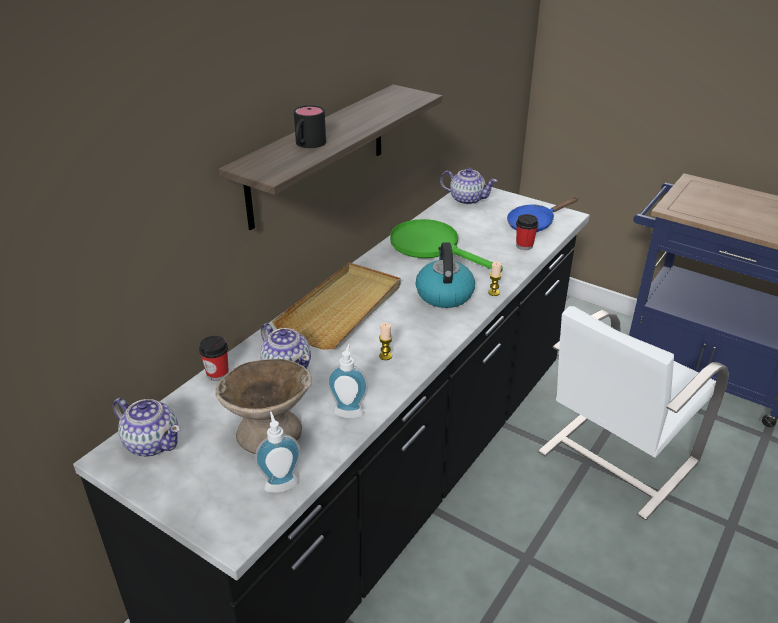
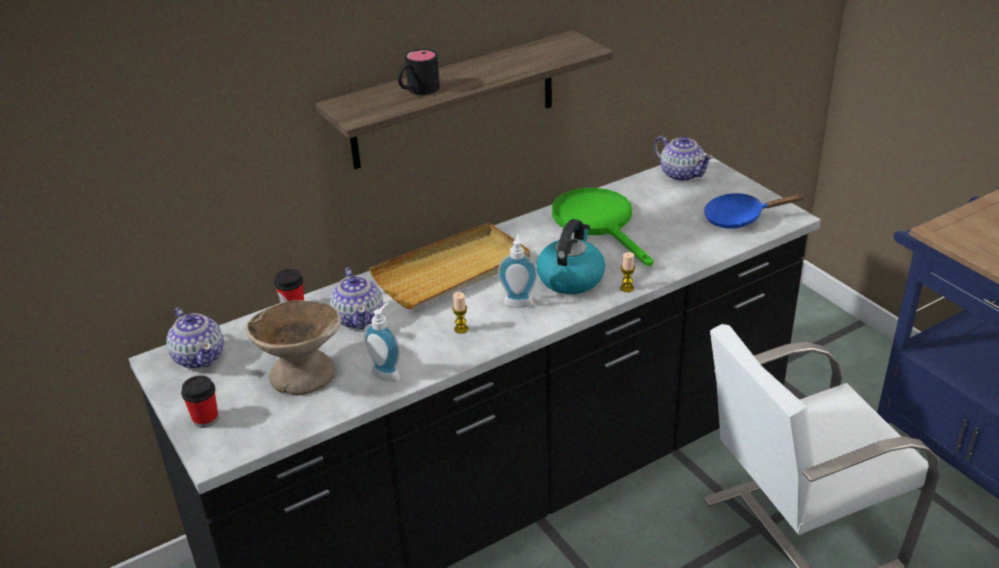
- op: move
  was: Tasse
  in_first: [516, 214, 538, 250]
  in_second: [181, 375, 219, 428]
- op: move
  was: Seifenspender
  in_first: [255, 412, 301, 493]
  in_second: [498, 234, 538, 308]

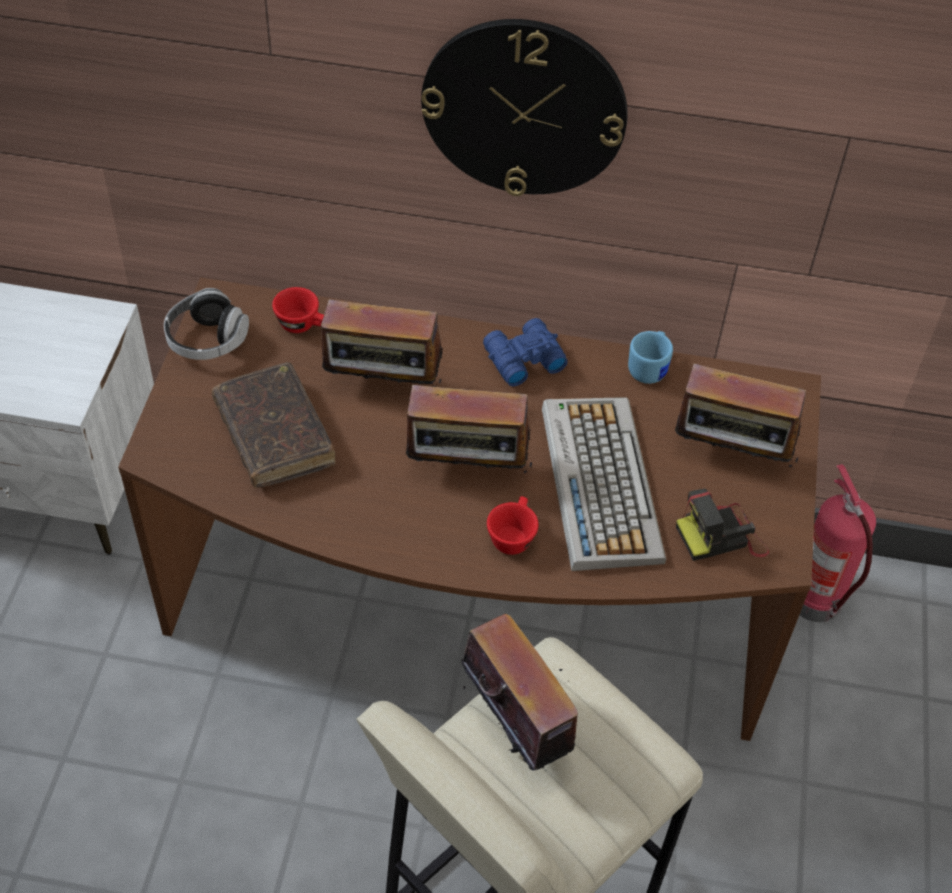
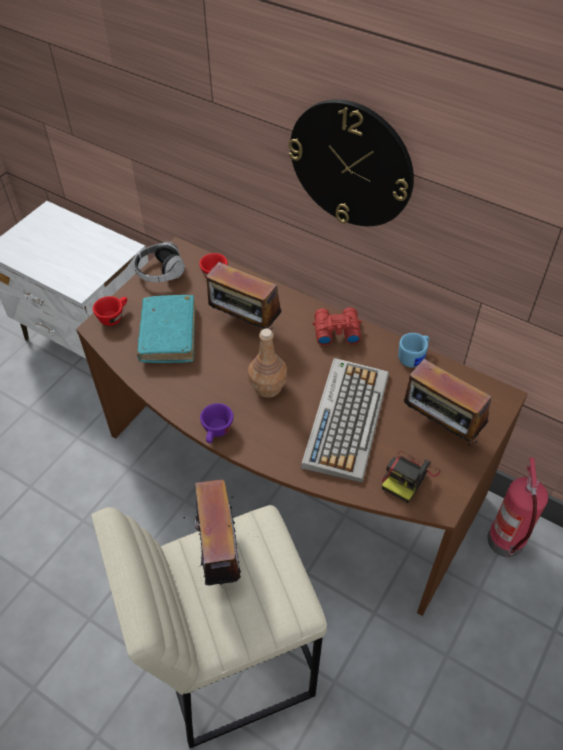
- op: recolor
  was: Fernglas (blau)
  now: Fernglas (rot)
  in_first: [483, 318, 568, 386]
  in_second: [312, 307, 362, 346]
- op: recolor
  was: Buch (braun)
  now: Buch (türkis)
  in_first: [212, 362, 336, 488]
  in_second: [137, 295, 195, 363]
- op: replace
  was: Radio
  now: Flasche (braun)
  in_first: [401, 385, 533, 487]
  in_second: [248, 328, 287, 398]
- op: rotate
  was: Kamera
  in_first: [676, 489, 769, 561]
  in_second: [382, 451, 440, 503]
  clockwise: -60
- op: move
  was: Tasse (rot)
  in_first: [487, 496, 539, 555]
  in_second: [93, 296, 127, 326]
- op: insert
  now: Tasse (lila)
  in_second: [200, 403, 234, 443]

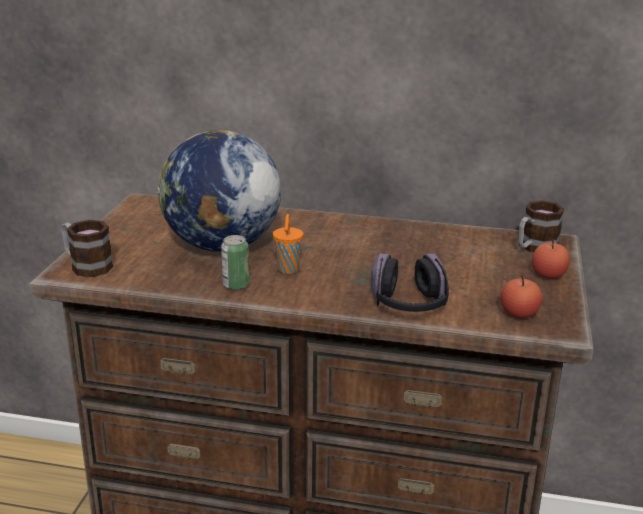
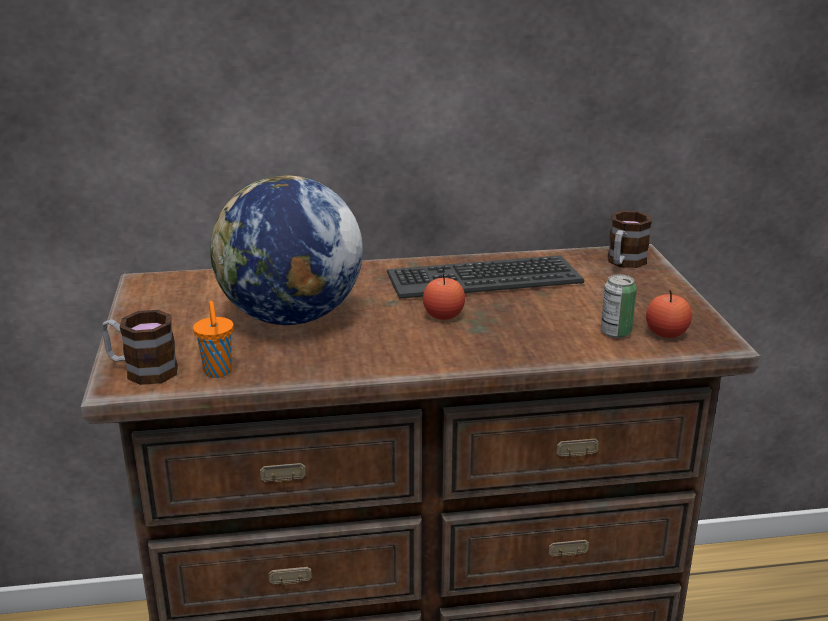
- op: move
  was: Tasse (orange)
  in_first: [273, 214, 303, 274]
  in_second: [193, 301, 234, 378]
- op: move
  was: Dose
  in_first: [221, 235, 250, 290]
  in_second: [601, 274, 637, 338]
- op: move
  was: Apfel
  in_first: [532, 239, 570, 279]
  in_second: [423, 274, 465, 320]
- op: delete
  was: Kopfhörer
  in_first: [371, 253, 449, 312]
- op: insert
  now: Tastatur
  in_second: [387, 255, 584, 299]

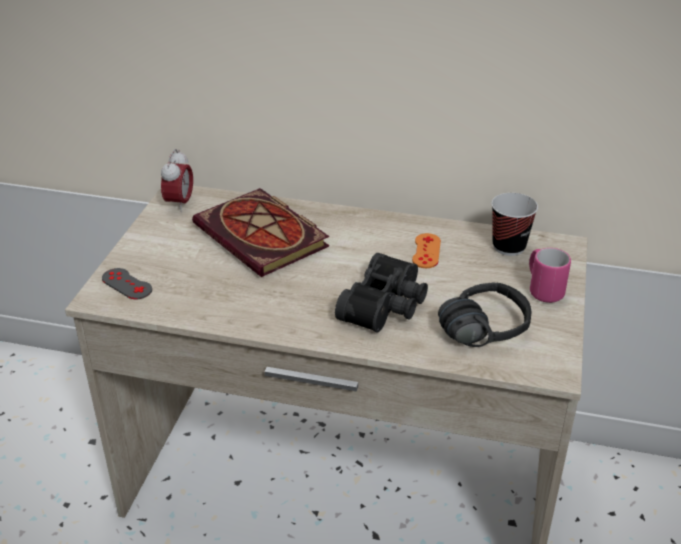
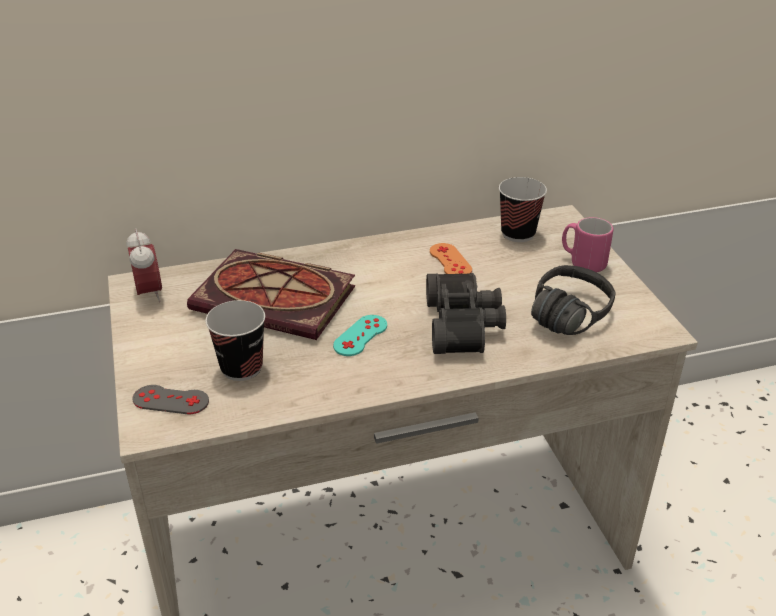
- op: insert
  now: Tasse
  in_second: [205, 300, 265, 381]
- op: insert
  now: Gamepad (türkis)
  in_second: [333, 315, 387, 356]

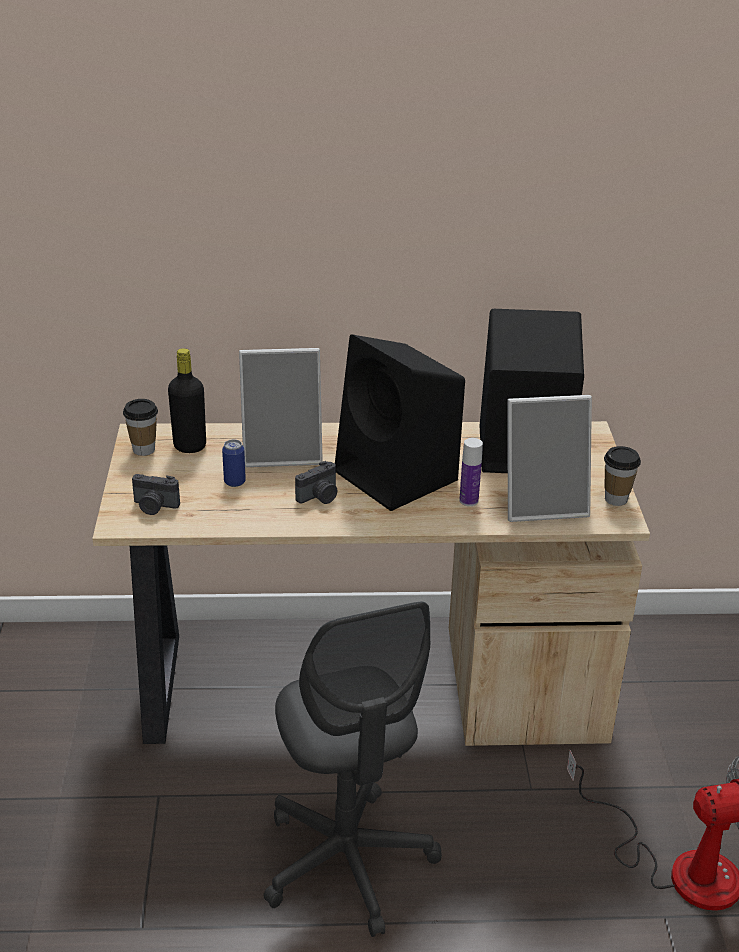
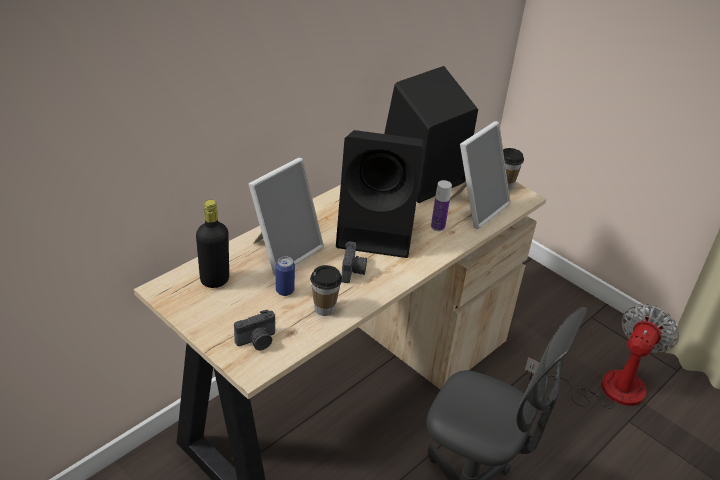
- op: move
  was: Tasse
  in_first: [123, 399, 158, 456]
  in_second: [310, 265, 342, 316]

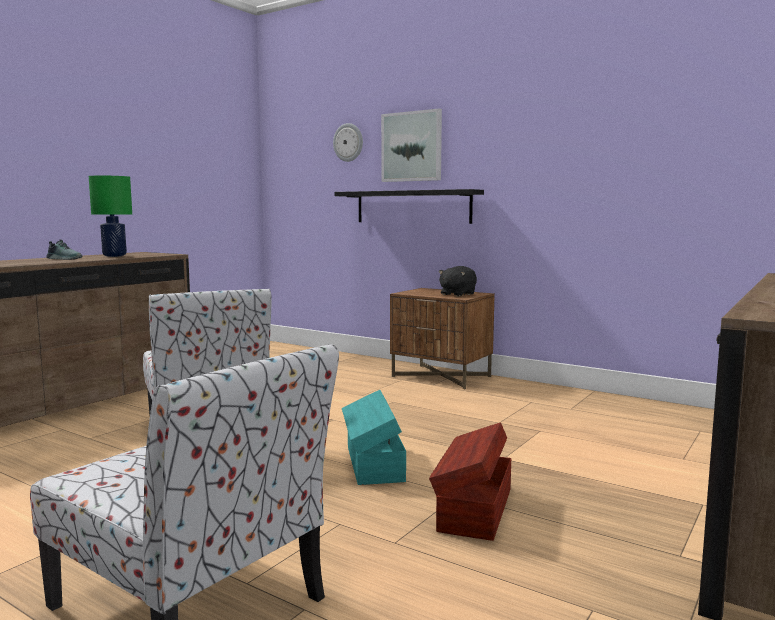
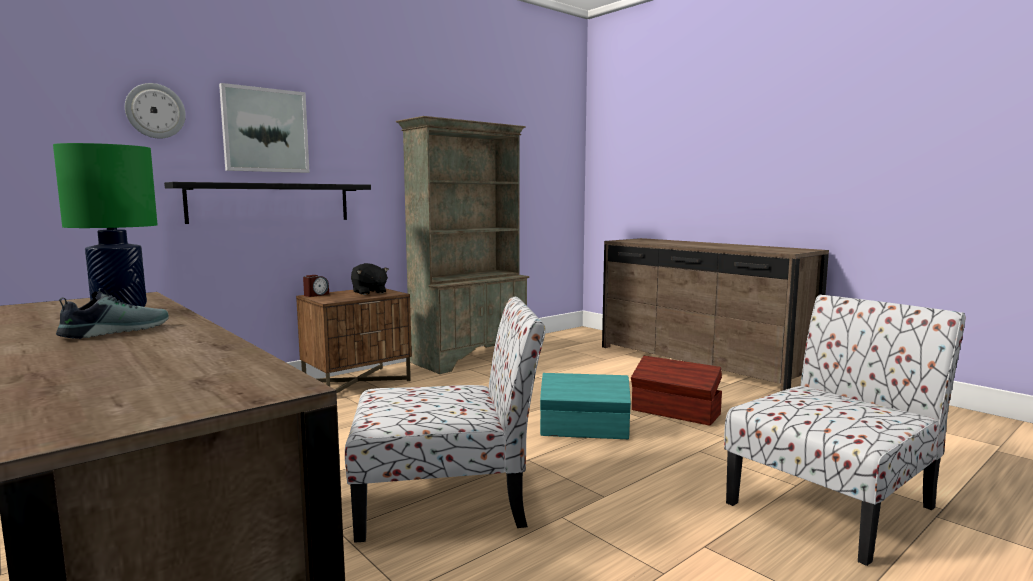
- op: insert
  now: Bücherregal (grün)
  in_second: [396, 116, 529, 374]
- op: insert
  now: Wecker
  in_second: [303, 275, 329, 297]

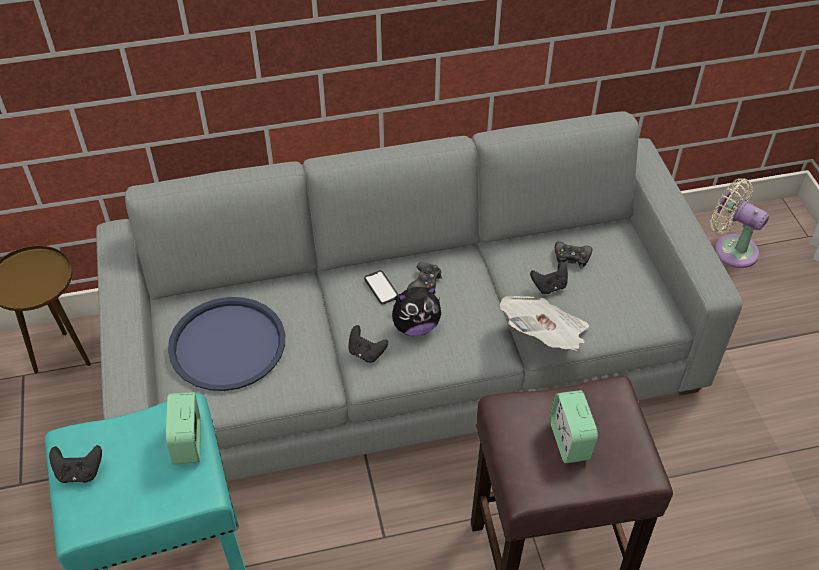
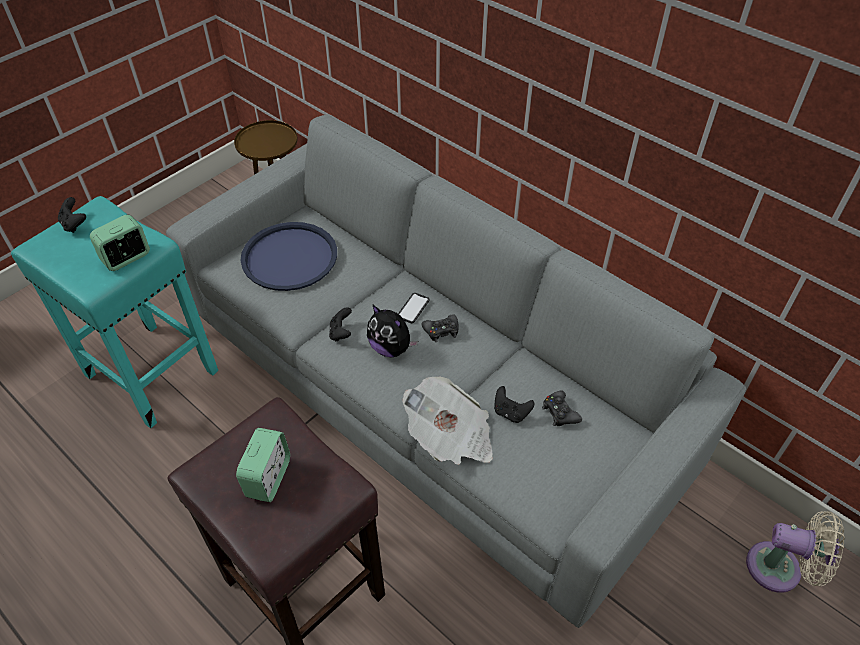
- op: rotate
  was: Ventilator (beige)
  in_first: [710, 178, 769, 268]
  in_second: [746, 511, 845, 593]
  clockwise: 105
- op: rotate
  was: Wecker
  in_first: [550, 390, 598, 463]
  in_second: [236, 428, 290, 502]
  clockwise: 150

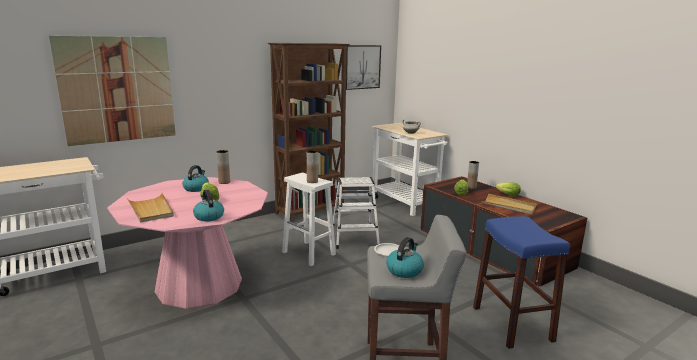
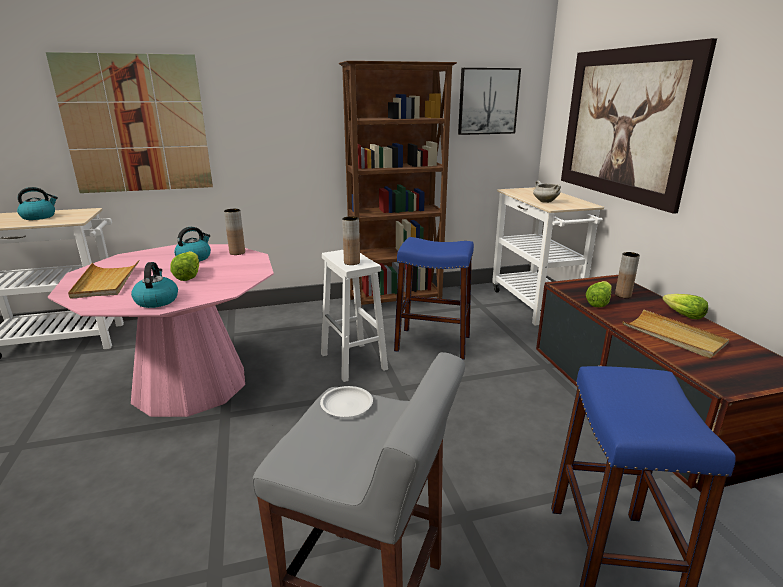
- op: replace
  was: Trittleiter (weiß)
  now: Hocker (blau)
  in_first: [333, 177, 380, 249]
  in_second: [394, 237, 474, 360]
- op: move
  was: Wasserkessel
  in_first: [386, 237, 424, 278]
  in_second: [17, 187, 58, 220]
- op: insert
  now: Bild
  in_second: [561, 38, 717, 214]

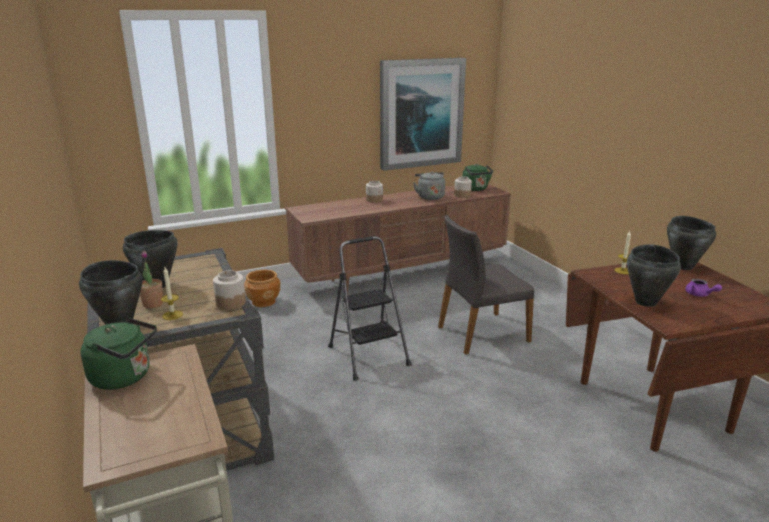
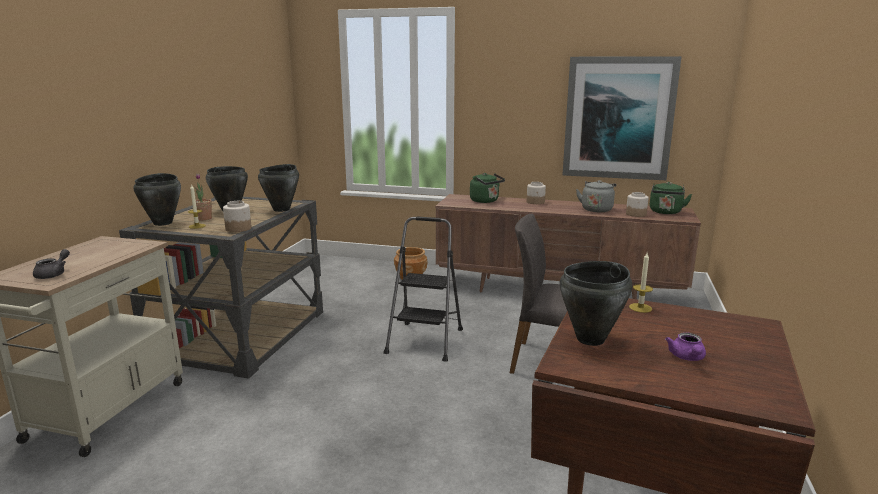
- op: move
  was: Kochtopf (schwarz)
  in_first: [667, 216, 716, 270]
  in_second: [258, 164, 299, 212]
- op: move
  was: Wasserkessel (grün)
  in_first: [81, 317, 157, 390]
  in_second: [470, 173, 505, 203]
- op: insert
  now: Teekanne (grau)
  in_second: [33, 249, 70, 279]

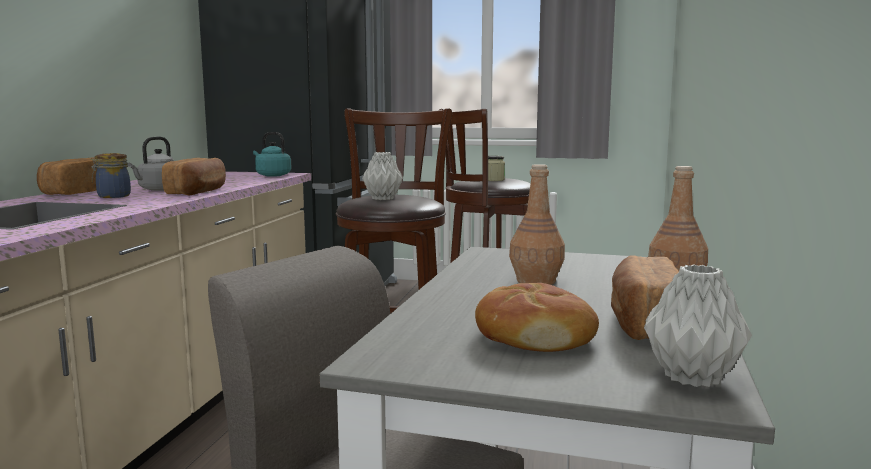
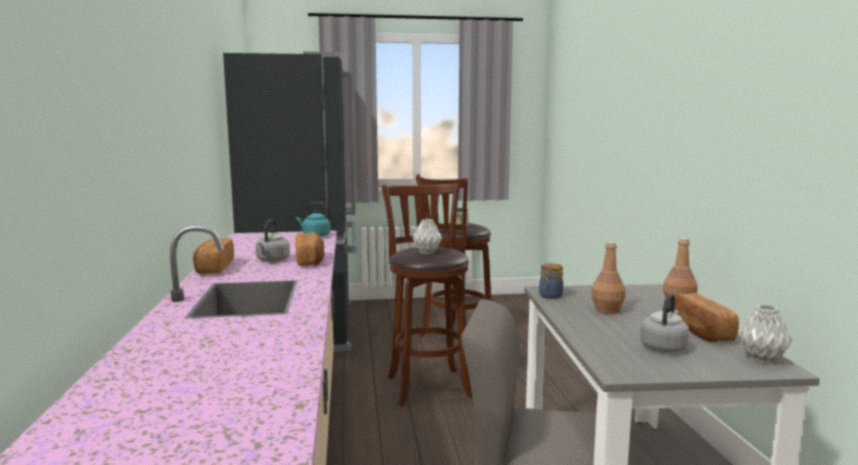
- op: move
  was: Vorratsglas
  in_first: [90, 153, 131, 198]
  in_second: [539, 263, 563, 299]
- op: replace
  was: Brot
  now: Wasserkessel (grau)
  in_first: [475, 283, 599, 352]
  in_second: [640, 293, 689, 352]

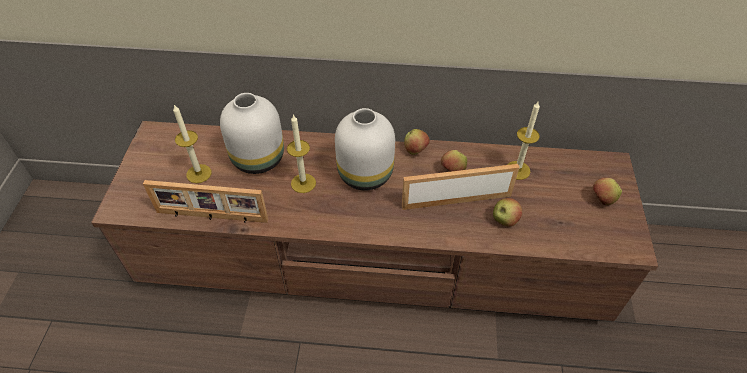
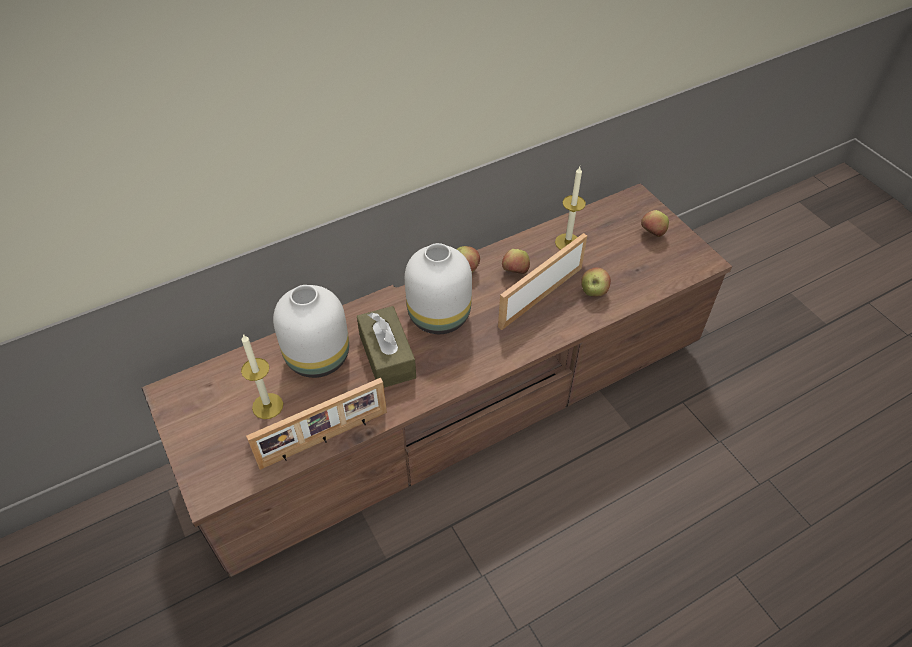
- op: replace
  was: Kerze
  now: Taschentuchbox (braun)
  in_first: [287, 114, 316, 193]
  in_second: [357, 306, 416, 388]

